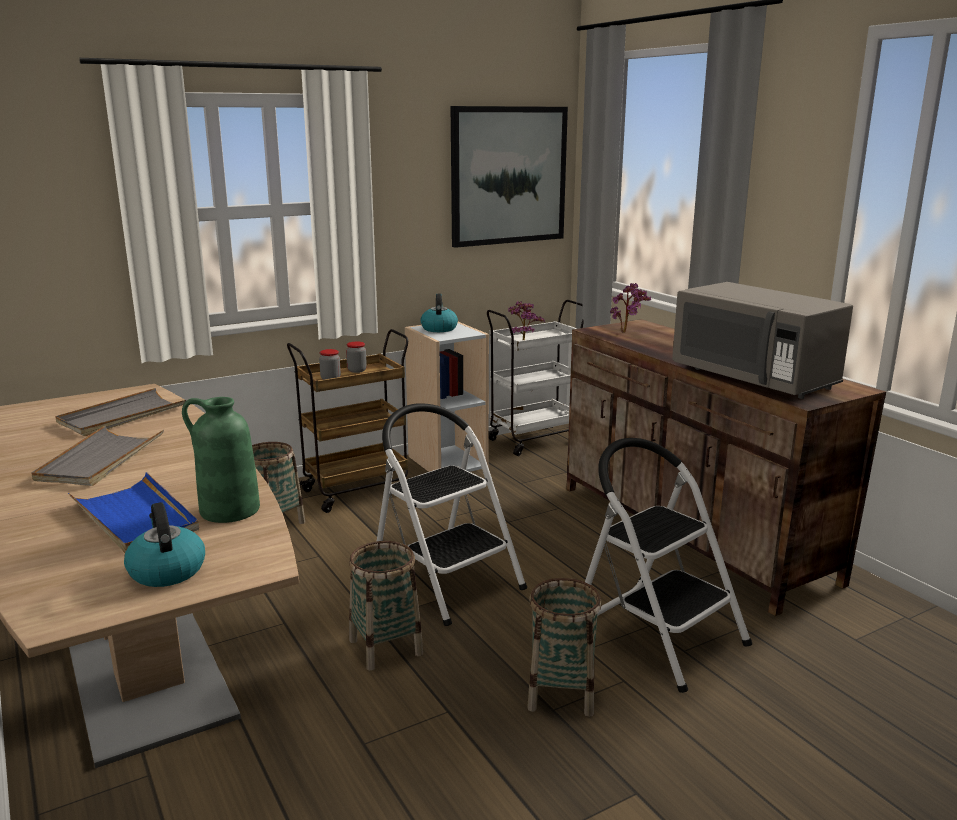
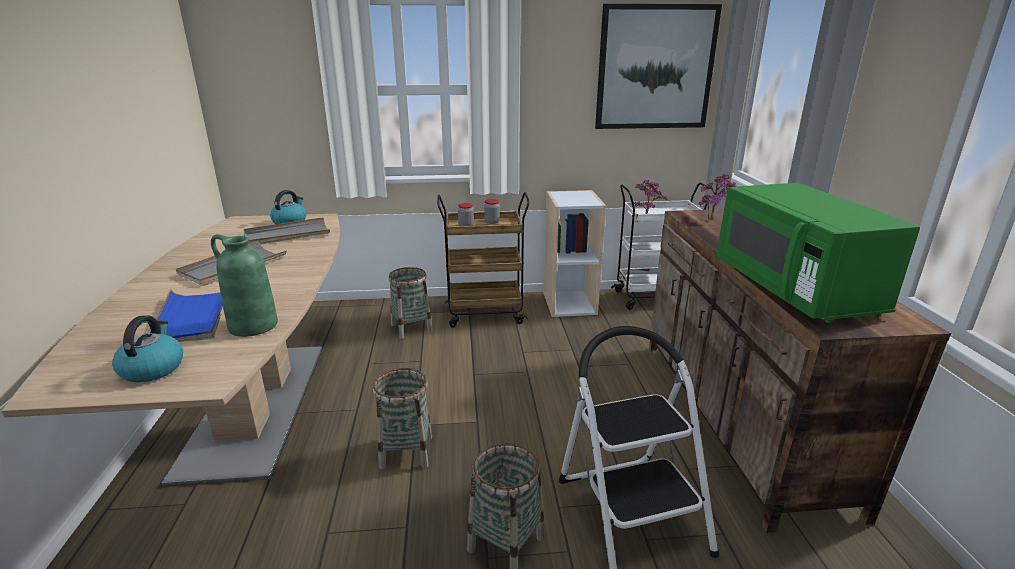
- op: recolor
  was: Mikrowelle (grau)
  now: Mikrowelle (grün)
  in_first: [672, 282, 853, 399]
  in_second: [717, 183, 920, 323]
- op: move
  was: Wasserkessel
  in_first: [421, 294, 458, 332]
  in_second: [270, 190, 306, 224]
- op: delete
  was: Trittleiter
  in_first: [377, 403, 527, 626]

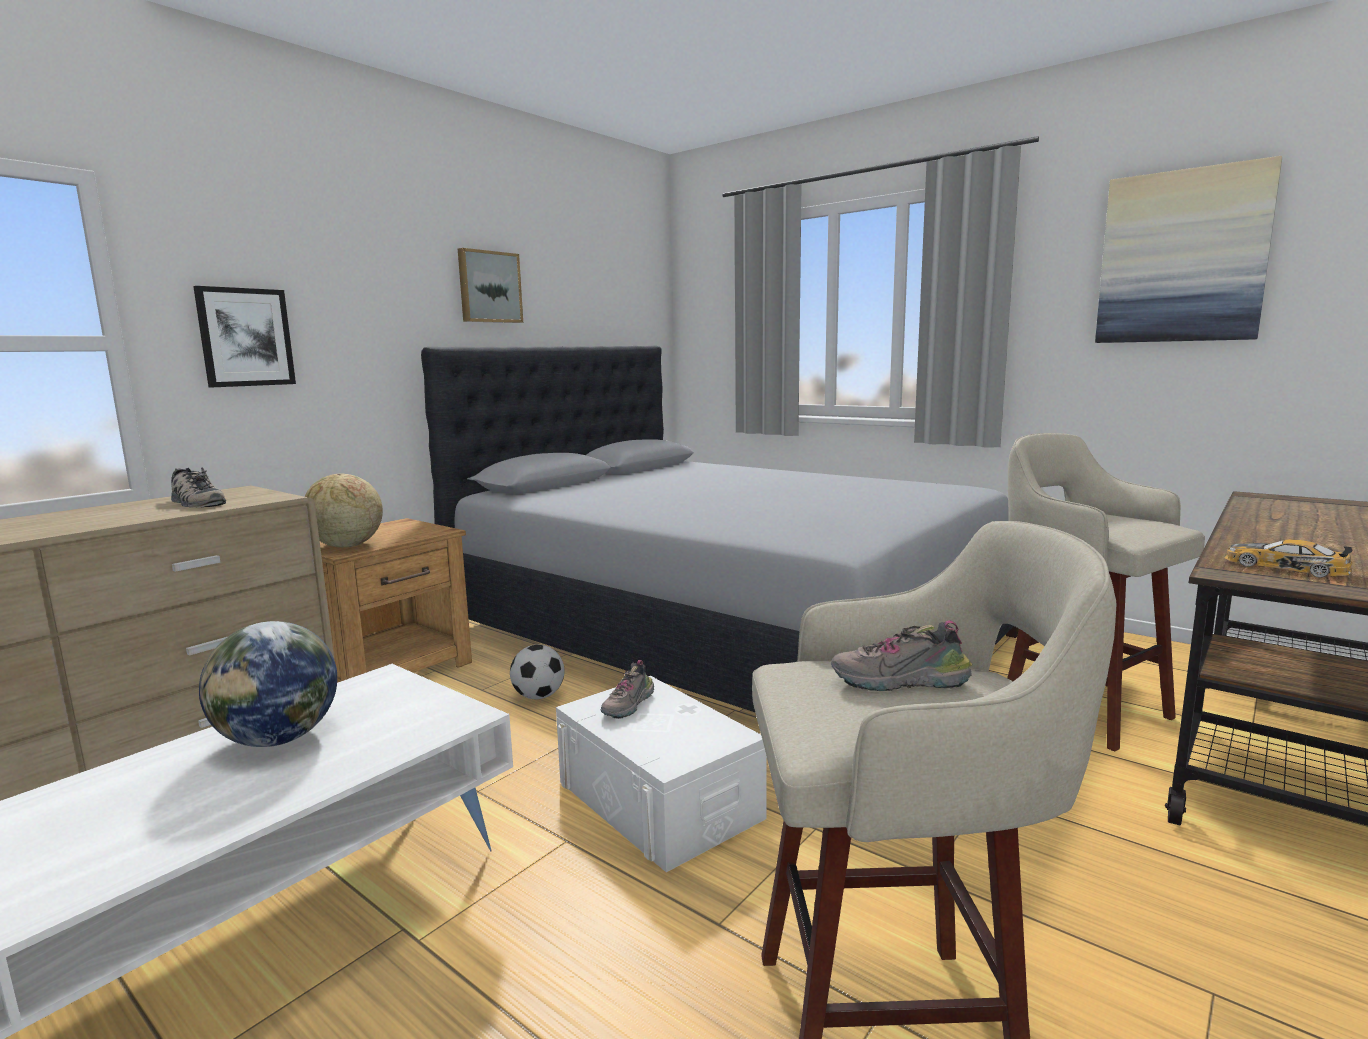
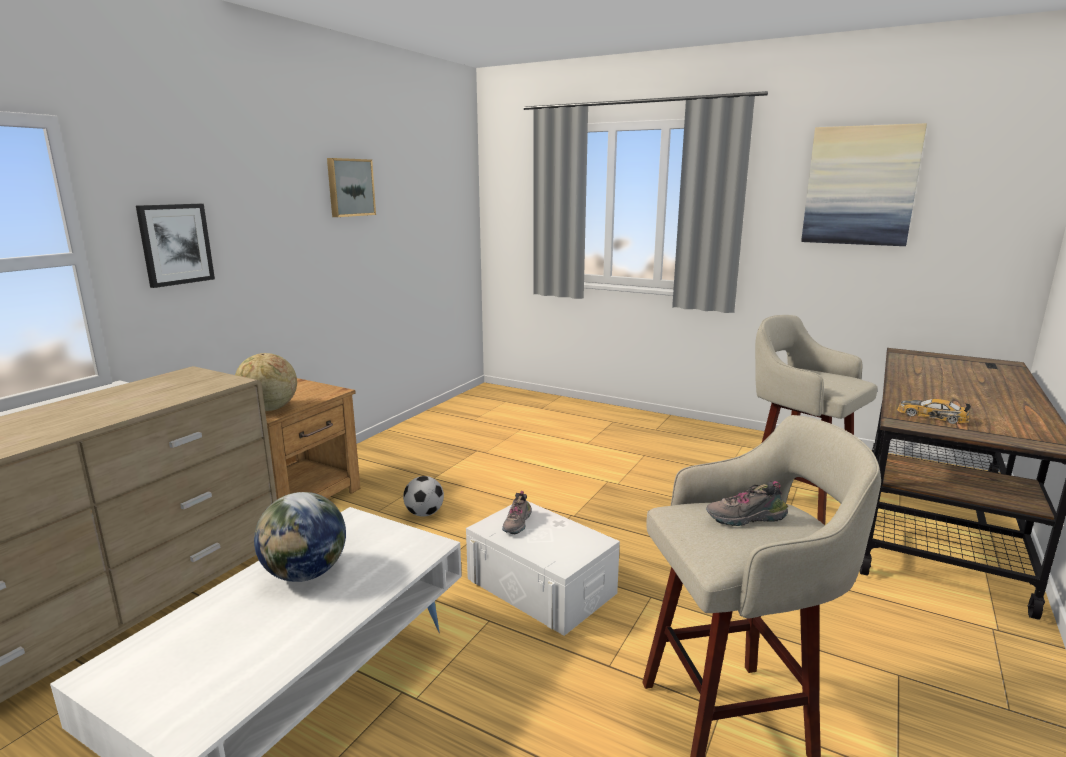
- op: delete
  was: Bett (grau)
  in_first: [421, 346, 1019, 712]
- op: delete
  was: Schuh
  in_first: [171, 467, 226, 508]

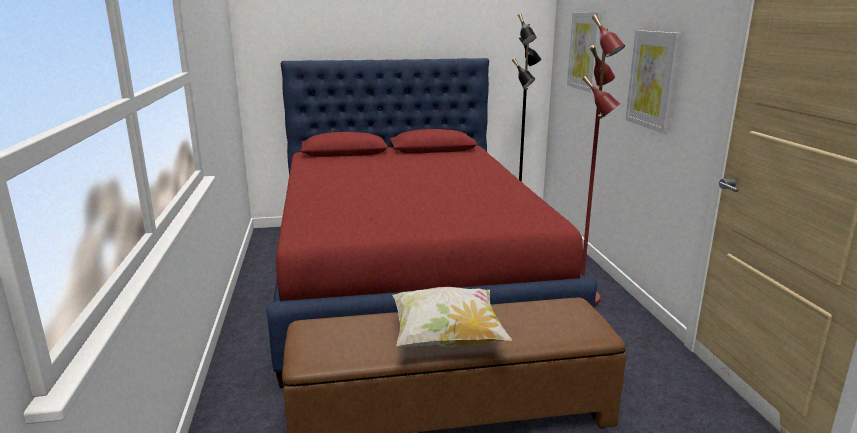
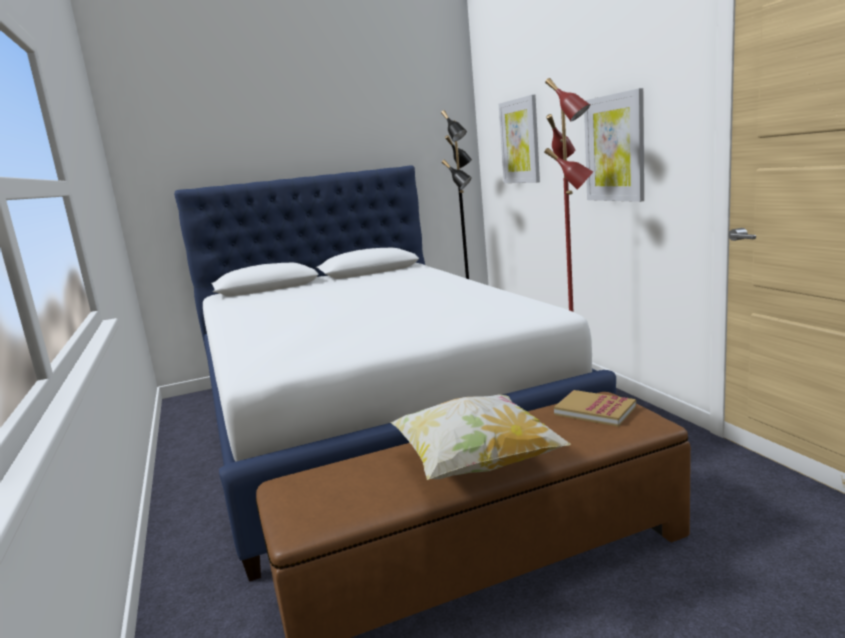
- op: recolor
  was: Bett (rot)
  now: Bett (weiß)
  in_first: [266, 58, 597, 388]
  in_second: [174, 165, 616, 582]
- op: insert
  now: Buch
  in_second: [554, 390, 636, 427]

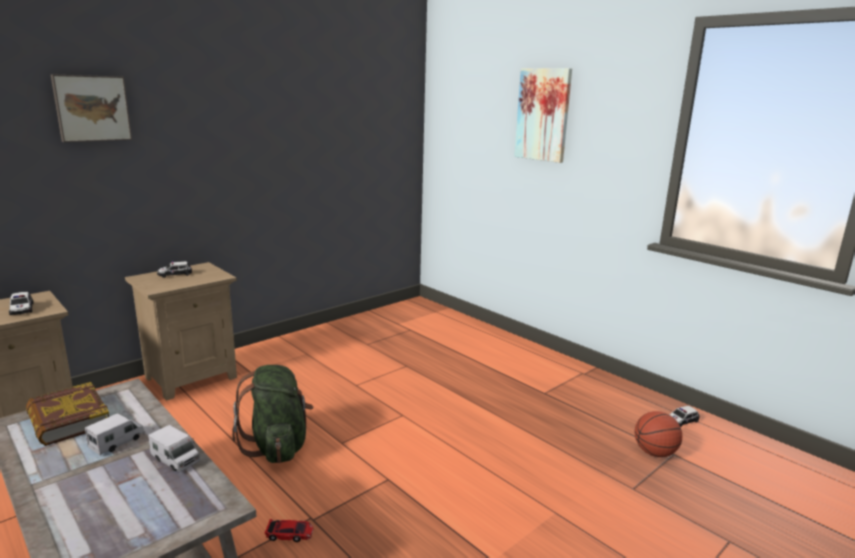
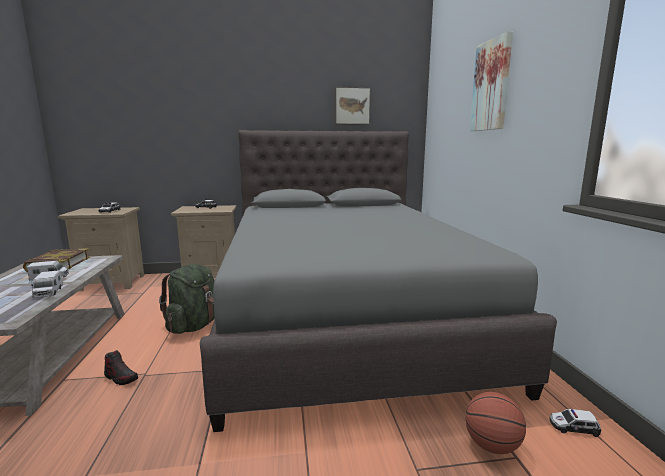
- op: move
  was: Bild
  in_first: [51, 74, 132, 142]
  in_second: [335, 87, 371, 125]
- op: replace
  was: Spielzeugauto
  now: Schuh
  in_first: [264, 519, 314, 542]
  in_second: [104, 350, 138, 385]
- op: insert
  now: Bett (grau)
  in_second: [200, 130, 557, 432]

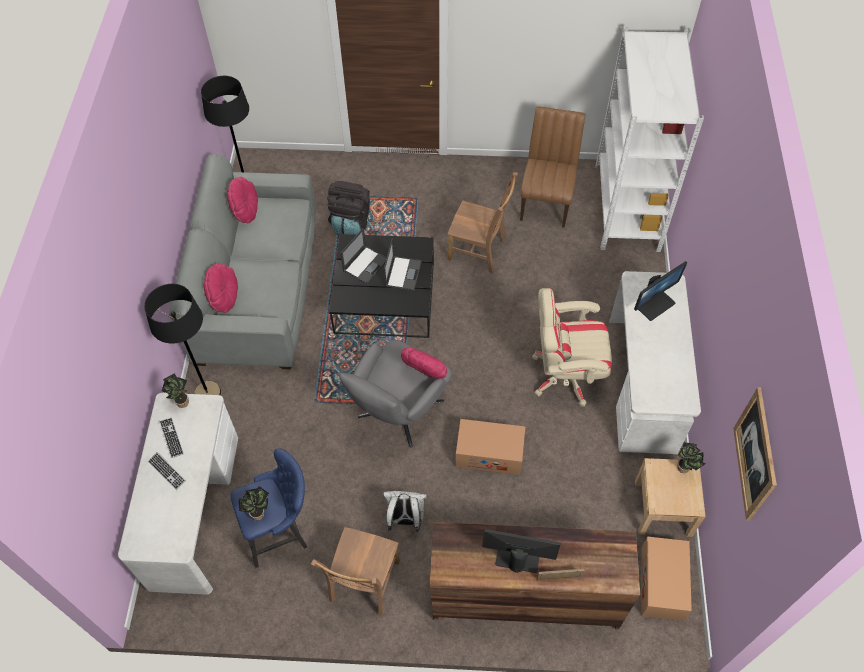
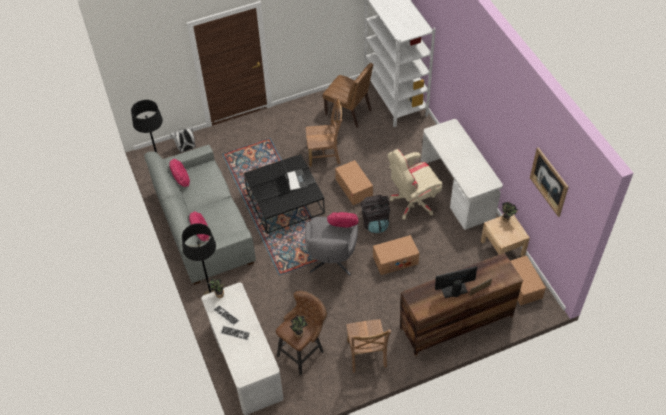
- op: rotate
  was: Stuhl (braun)
  in_first: [520, 107, 585, 227]
  in_second: [323, 63, 373, 128]
  clockwise: 135
- op: move
  was: Rucksack (schwarz)
  in_first: [327, 181, 370, 235]
  in_second: [361, 195, 390, 233]
- op: delete
  was: Laptop
  in_first: [341, 228, 387, 284]
- op: delete
  was: Monitor
  in_first: [634, 261, 687, 321]
- op: recolor
  was: Hocker (blau)
  now: Hocker (braun)
  in_first: [230, 448, 307, 568]
  in_second: [276, 291, 327, 375]
- op: move
  was: Rucksack (weiß)
  in_first: [383, 491, 427, 532]
  in_second: [170, 127, 196, 152]
- op: insert
  now: Karton
  in_second: [335, 160, 373, 205]

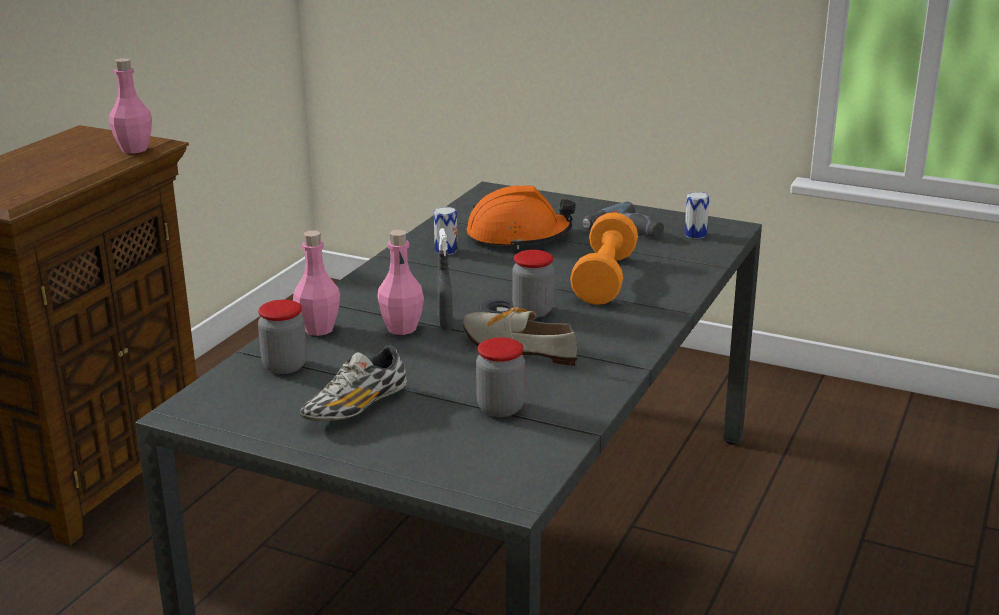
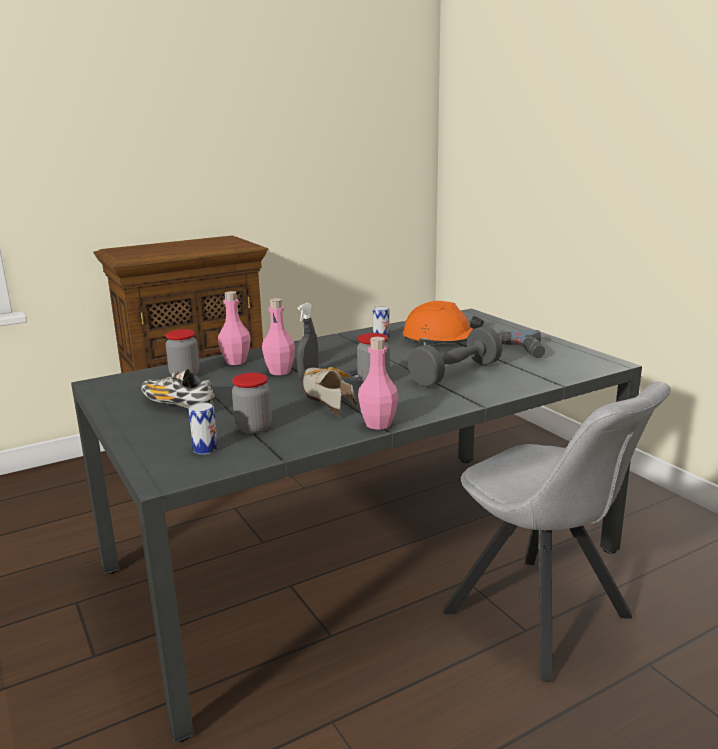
- op: move
  was: Flasche (rosa)
  in_first: [109, 58, 152, 154]
  in_second: [358, 337, 398, 430]
- op: move
  was: Dose
  in_first: [685, 192, 709, 239]
  in_second: [189, 403, 218, 454]
- op: recolor
  was: Hantel (orange)
  now: Hantel (grau)
  in_first: [570, 212, 638, 305]
  in_second: [408, 326, 503, 387]
- op: rotate
  was: Schuh
  in_first: [300, 345, 407, 421]
  in_second: [141, 369, 215, 409]
  clockwise: 45
- op: insert
  now: Stuhl (grau)
  in_second: [443, 382, 671, 682]

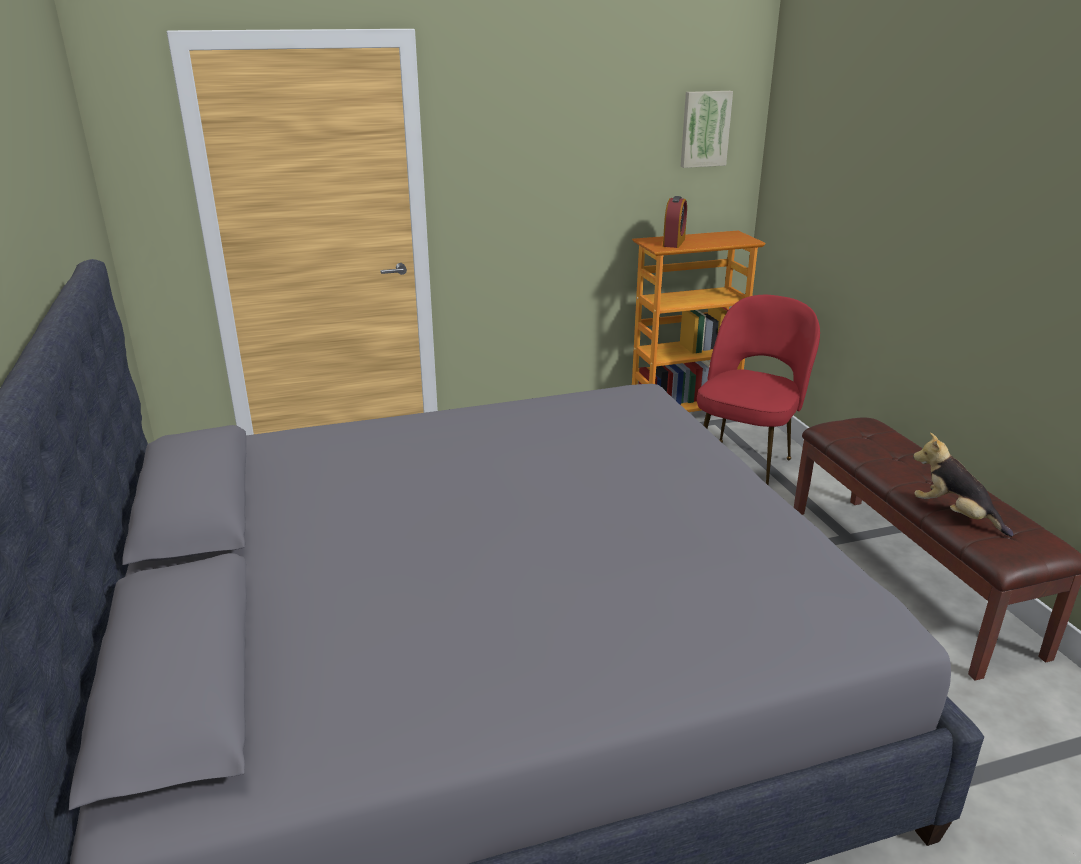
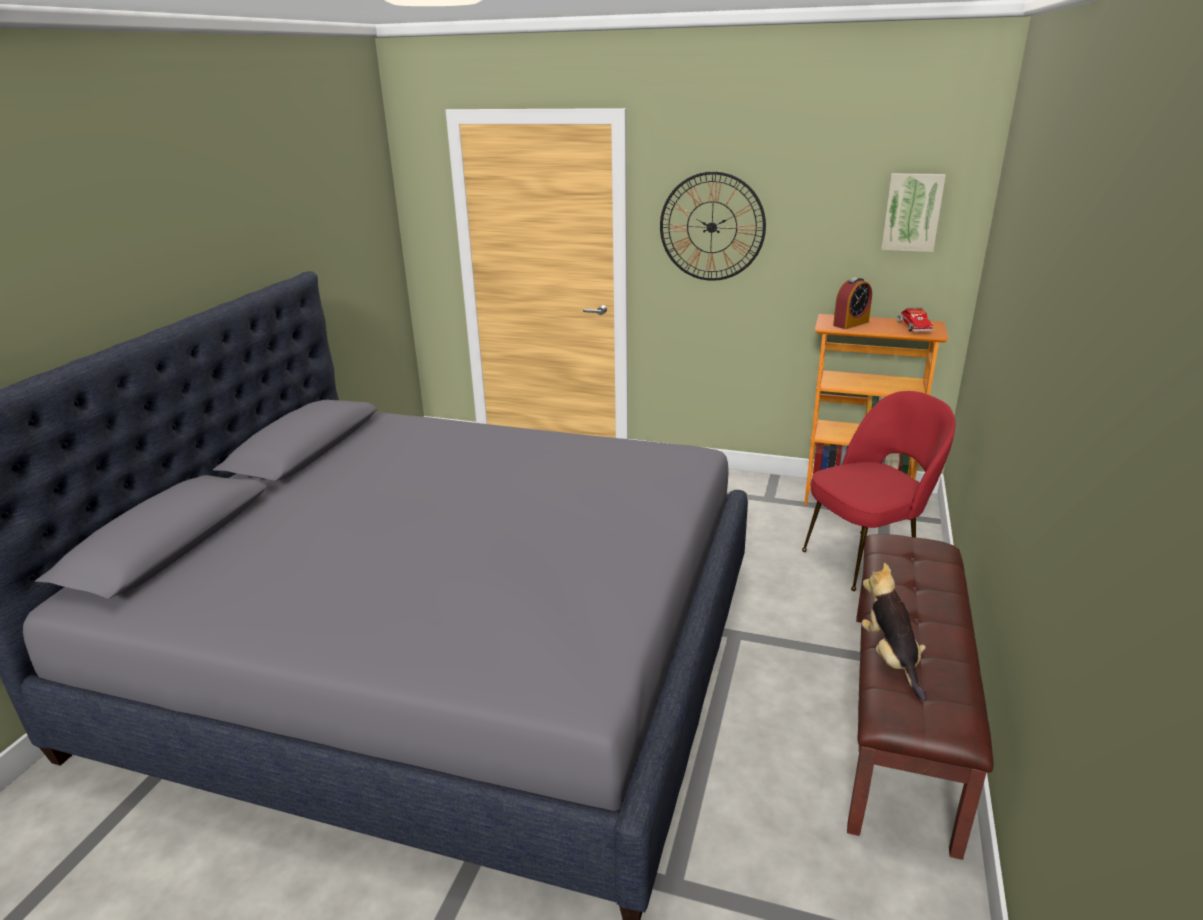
- op: insert
  now: Wanduhr
  in_second: [660, 171, 766, 281]
- op: insert
  now: Spielzeuglaster
  in_second: [898, 307, 933, 331]

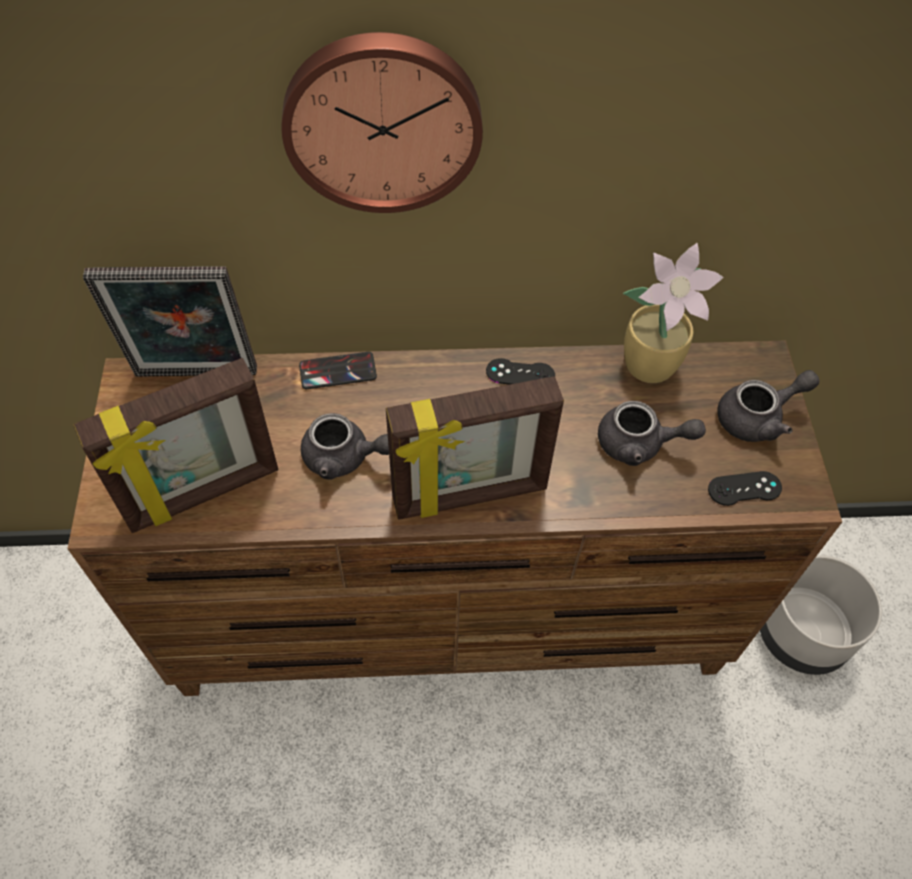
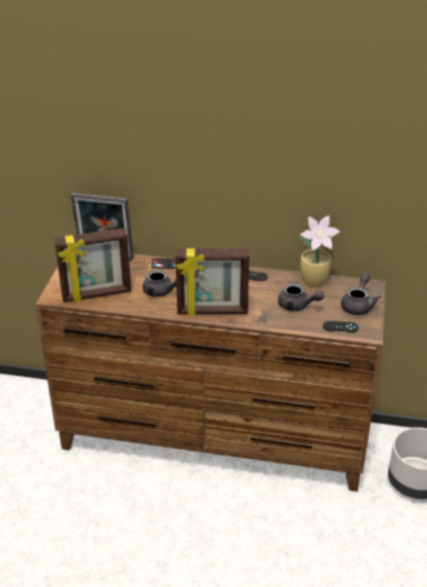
- op: delete
  was: Wanduhr
  in_first: [282, 32, 483, 213]
- op: rotate
  was: Teekanne (grau)
  in_first: [717, 370, 820, 442]
  in_second: [341, 273, 381, 315]
  clockwise: -60

